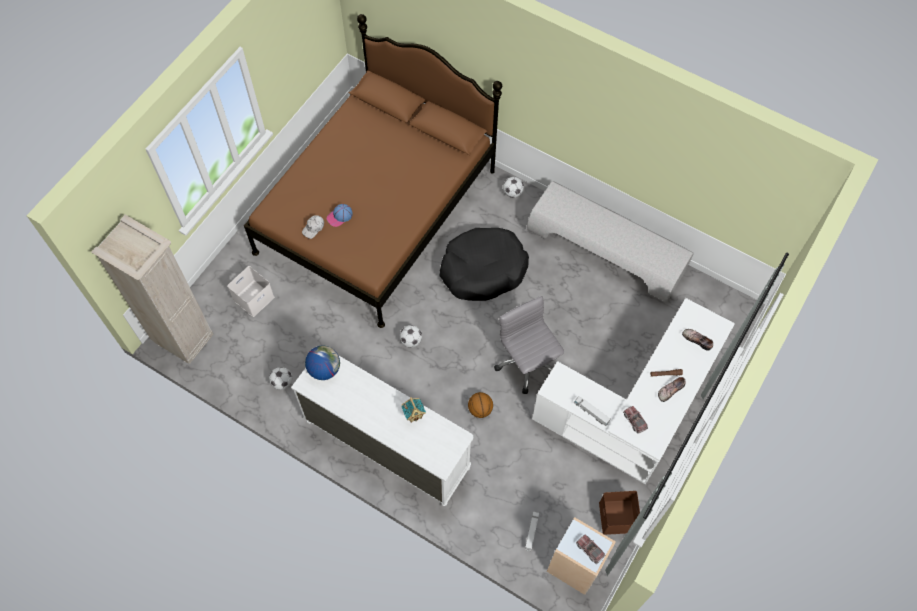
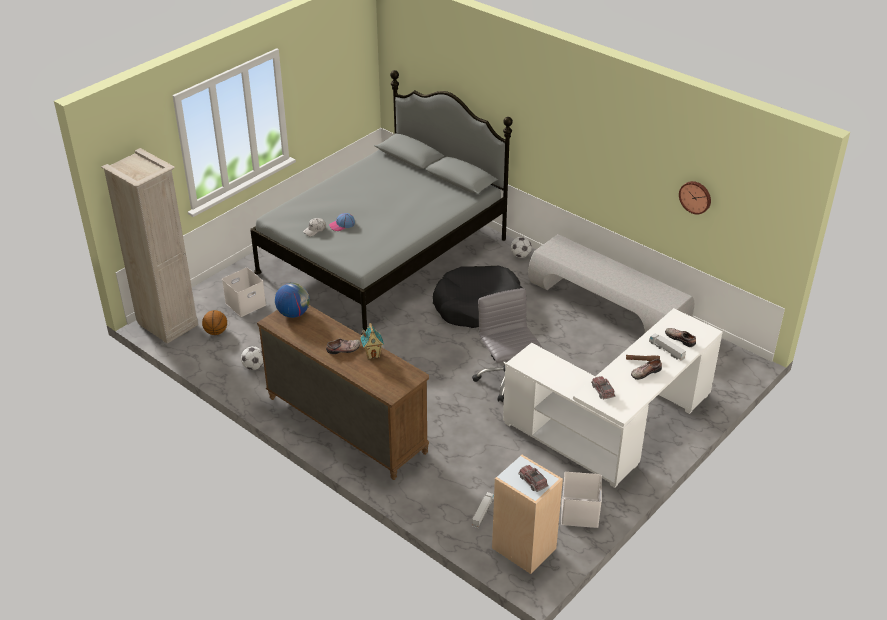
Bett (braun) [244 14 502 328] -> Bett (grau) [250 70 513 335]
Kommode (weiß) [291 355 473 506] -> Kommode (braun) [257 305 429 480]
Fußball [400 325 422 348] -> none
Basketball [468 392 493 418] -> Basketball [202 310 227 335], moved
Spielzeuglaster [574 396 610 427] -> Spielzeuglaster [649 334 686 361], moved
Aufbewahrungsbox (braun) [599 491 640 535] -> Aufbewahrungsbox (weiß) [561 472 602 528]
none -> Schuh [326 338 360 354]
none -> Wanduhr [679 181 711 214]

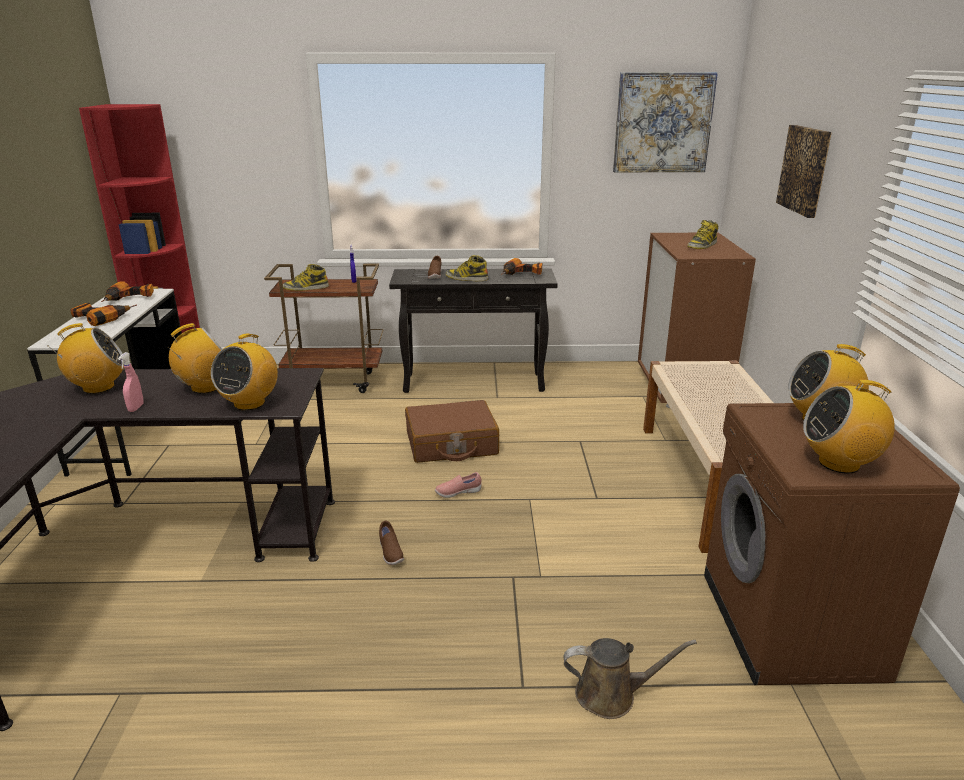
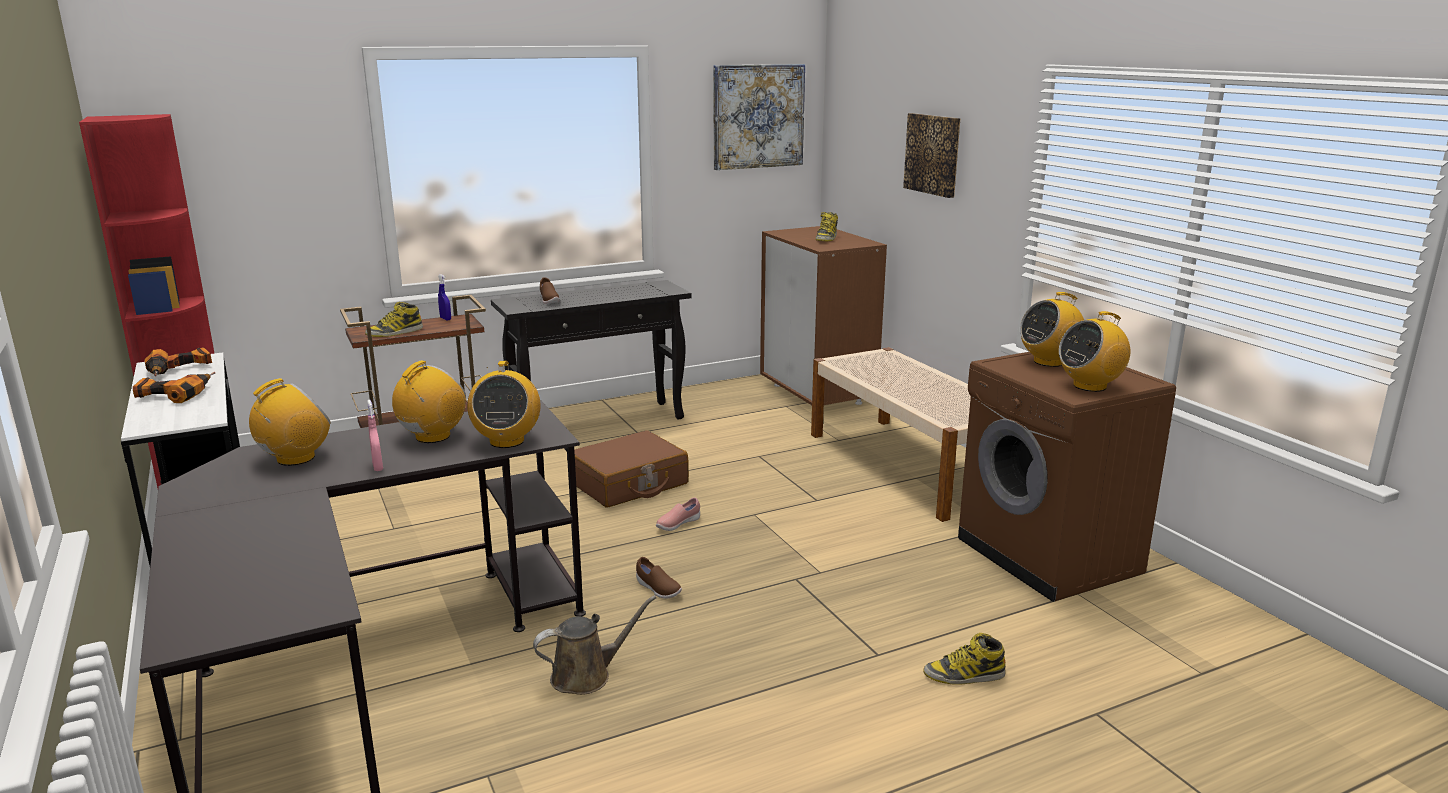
Stiefel [446 255 488 281] -> Stiefel [924 633 1005 685], moved
Bohrmaschine [501 258 542 275] -> none
Gießkanne (braun) [564 638 697 719] -> Gießkanne (braun) [533 595 656 695], moved

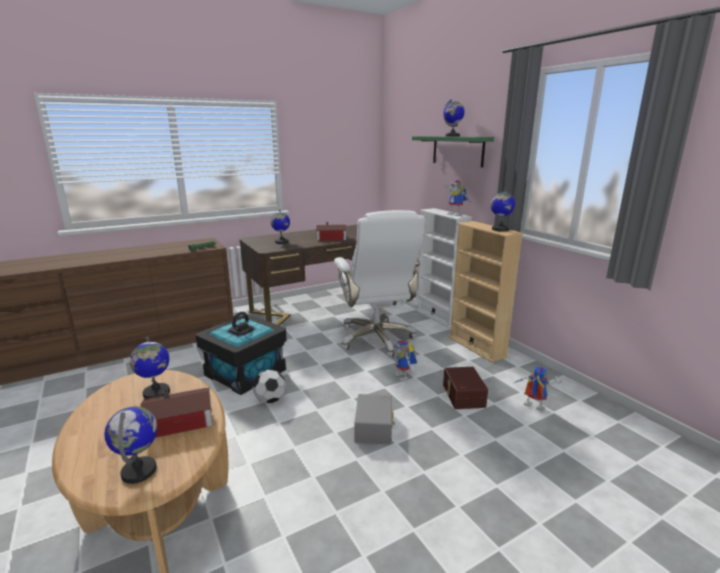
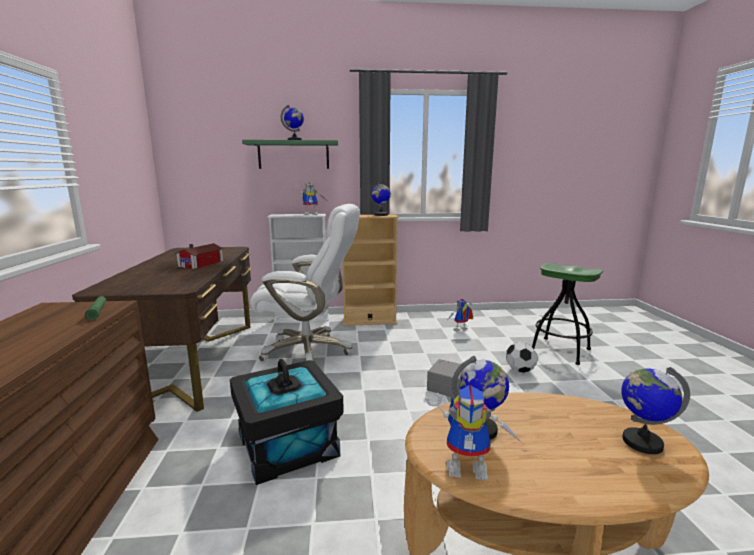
Spielzeughaus [140 387 212 438] -> none
Fußball [253 370 286 403] -> Fußball [506 342 538 373], moved
Globus [271 209 290 244] -> none
Spielzeugroboter [395 338 417 381] -> Spielzeugroboter [425 385 521 480], moved
Aufbewahrungsbox (braun) [443 367 488 409] -> none
none -> Hocker (grün) [532 263 603 365]

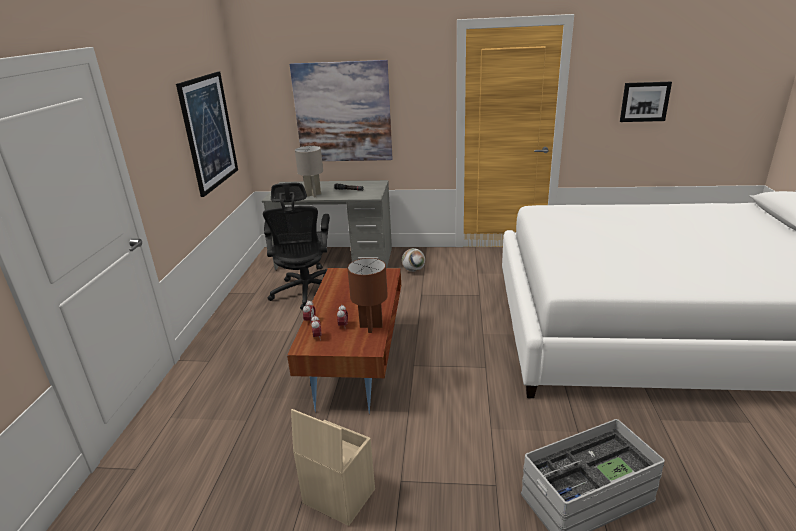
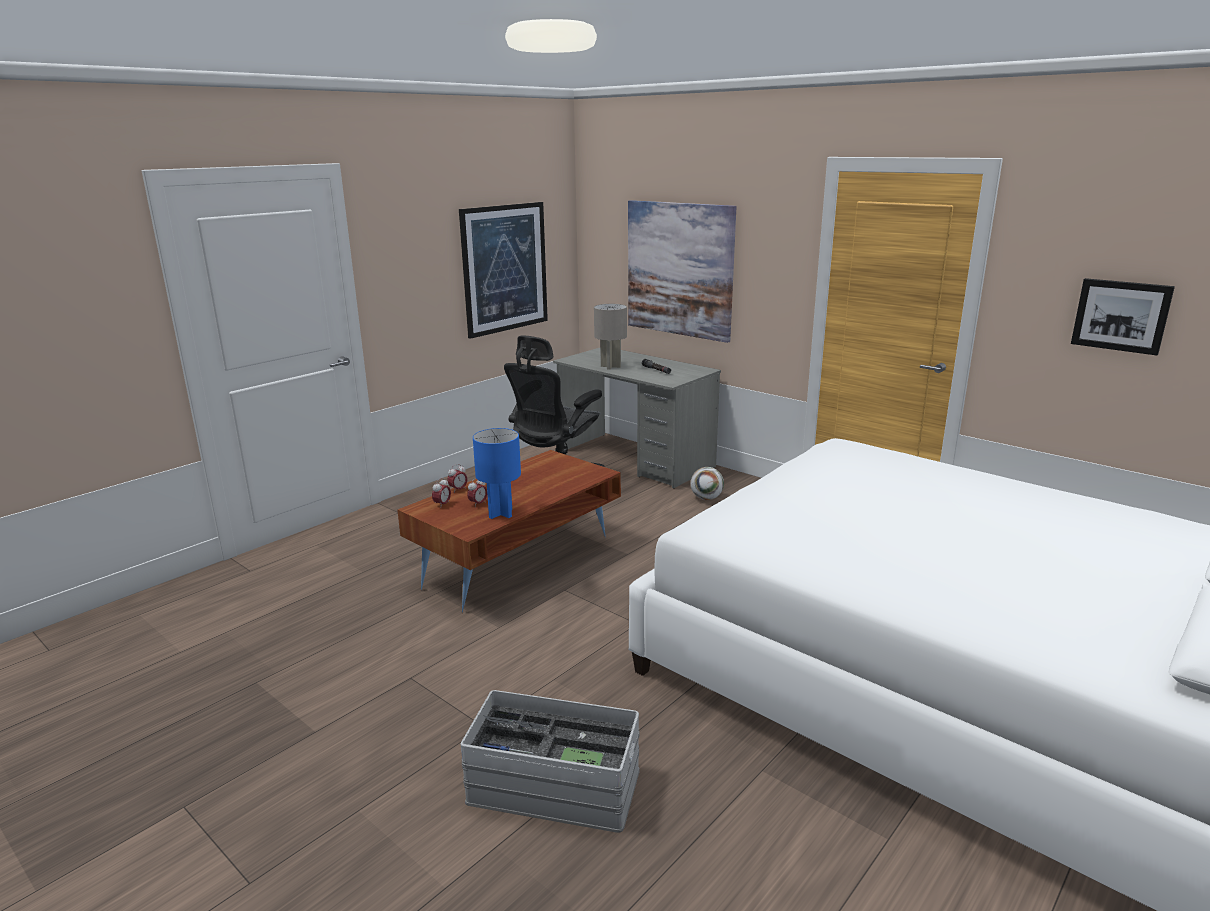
Aufbewahrungsbox (beige) [291 409 375 526] -> none
Tischlampe (braun) [347 258 388 333] -> Tischlampe (blau) [473 428 521 519]

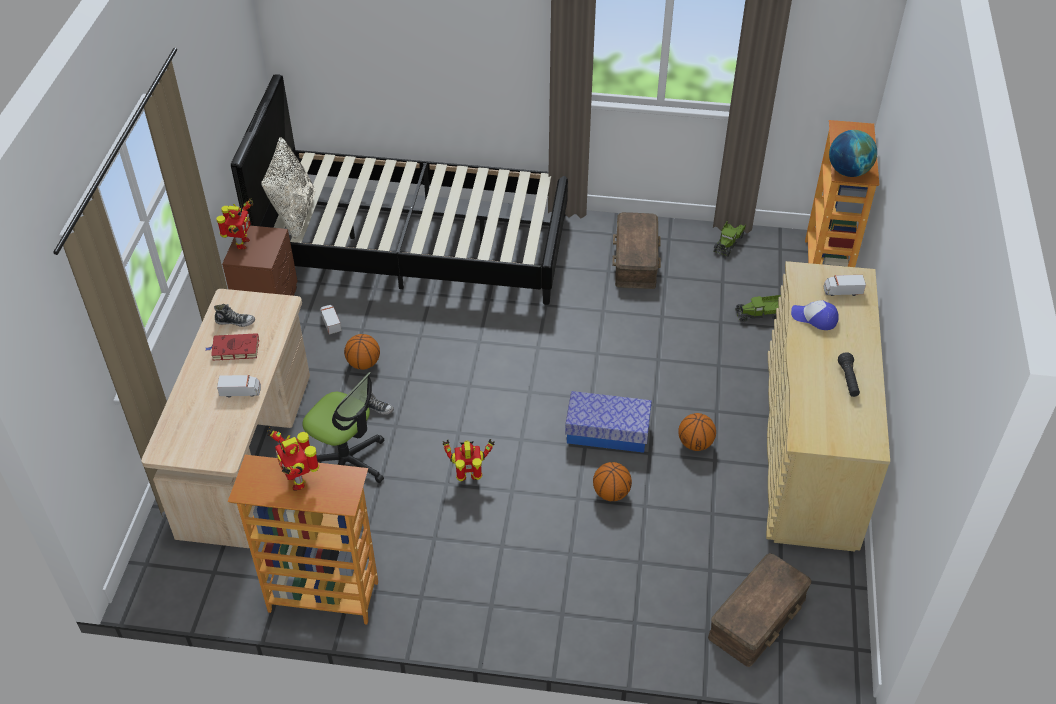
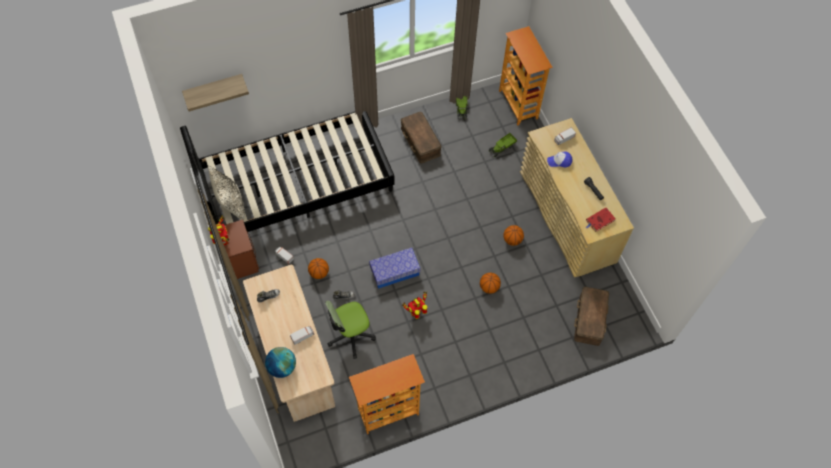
Buch (rot) [205 333 259 360] -> Buch (rot) [586 208 616 232], moved
Spielzeugroboter [267 427 319 490] -> none
Bürostuhl [303 372 384 483] -> Bürostuhl [325 301 376 359], 150 degrees clockwise
Aufbewahrungsbox [565 391 652 453] -> Aufbewahrungsbox [369 248 421 289], moved
Globus [829 130 877 177] -> Globus [265 347 296 378], moved
none -> Wandregal [182 74 249 111]

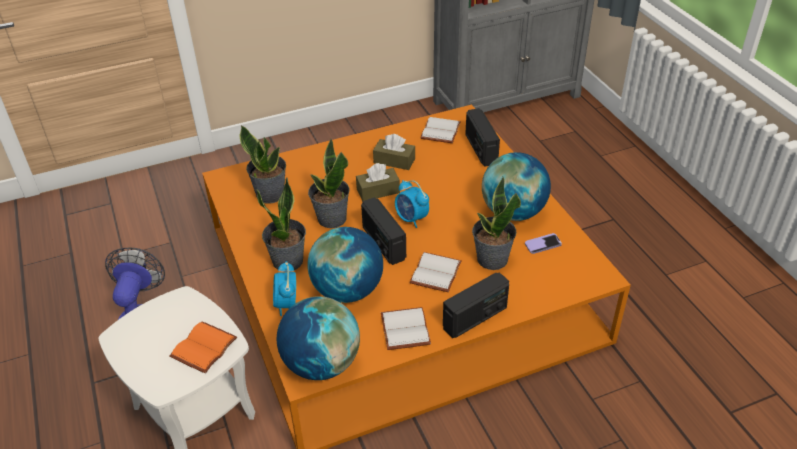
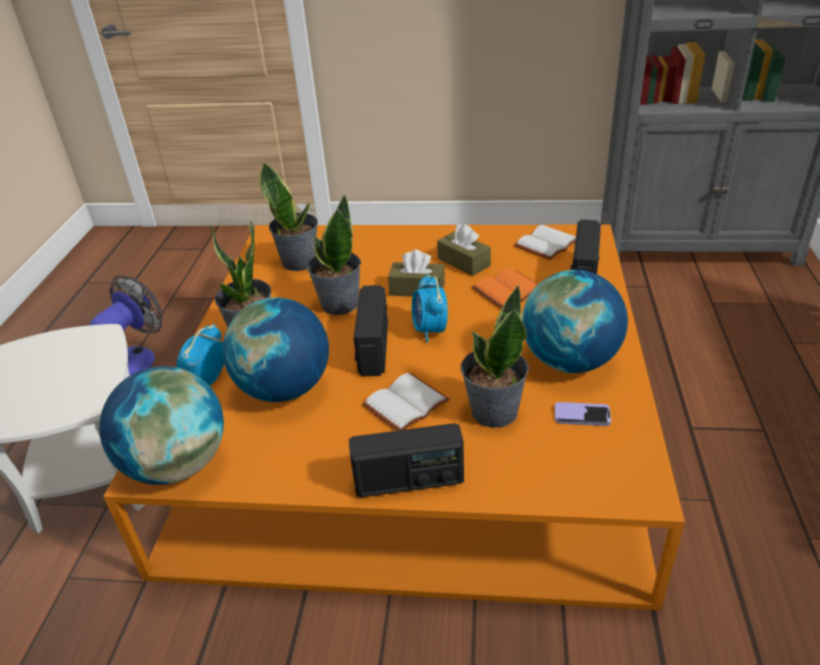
Buch (orange) [170 321 237 373] -> Buch (orange) [472 268 538 309], moved
Buch (weiß) [381 307 431 350] -> none

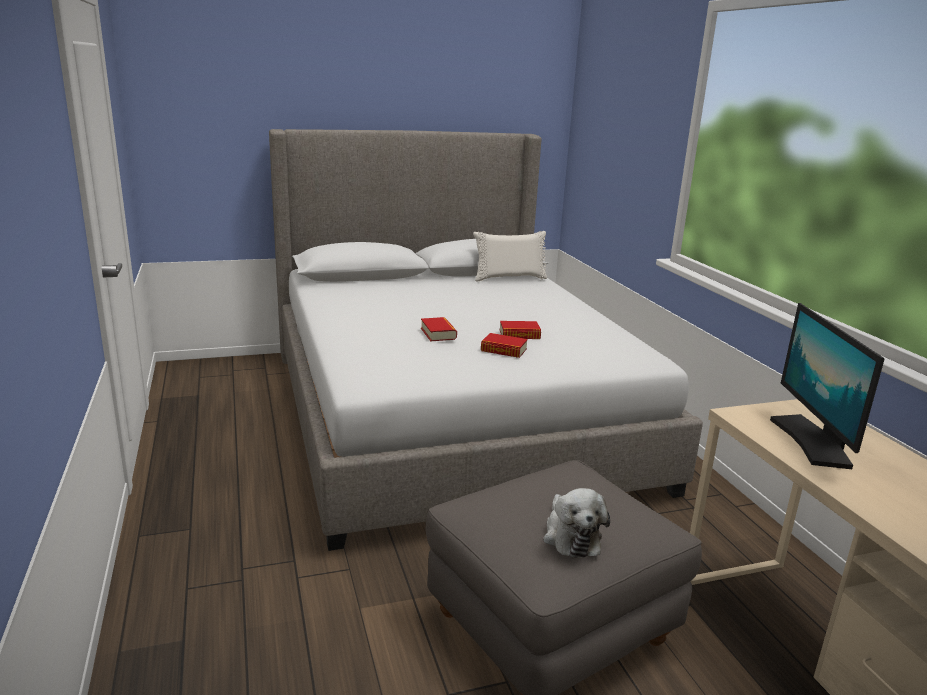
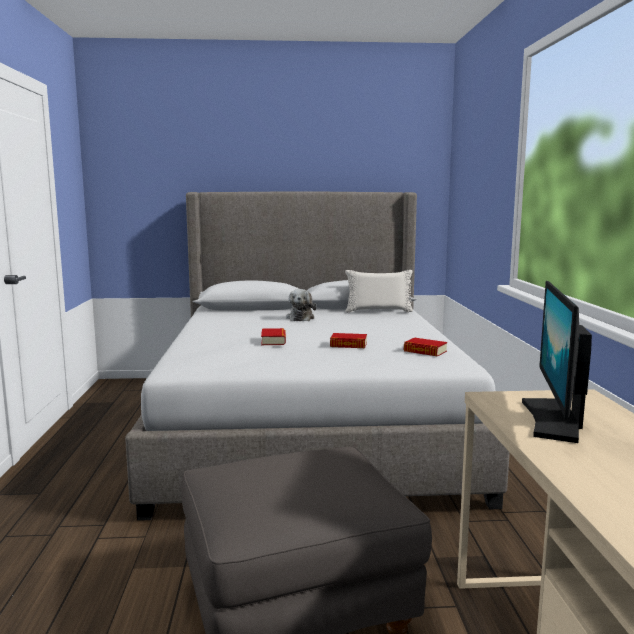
Buch [481 333 528 358] -> Buch [404 338 447 357], moved
Plüschtier [543 488 610 558] -> Plüschtier [286 289 317 321], moved

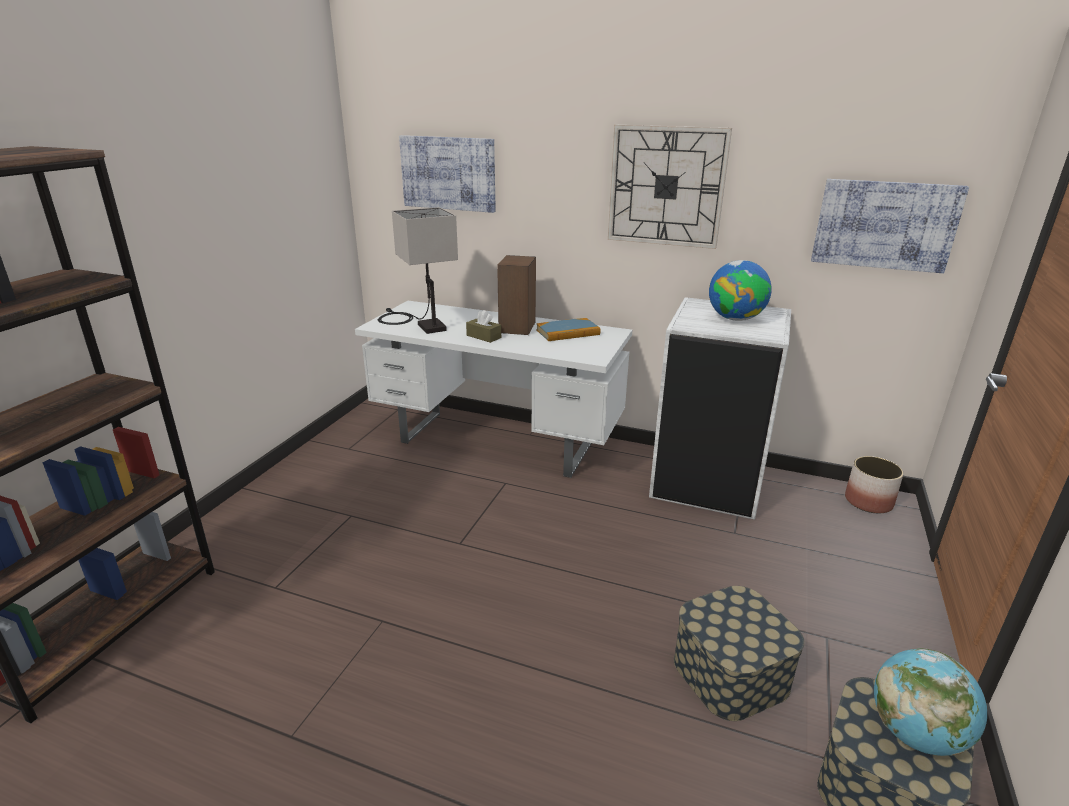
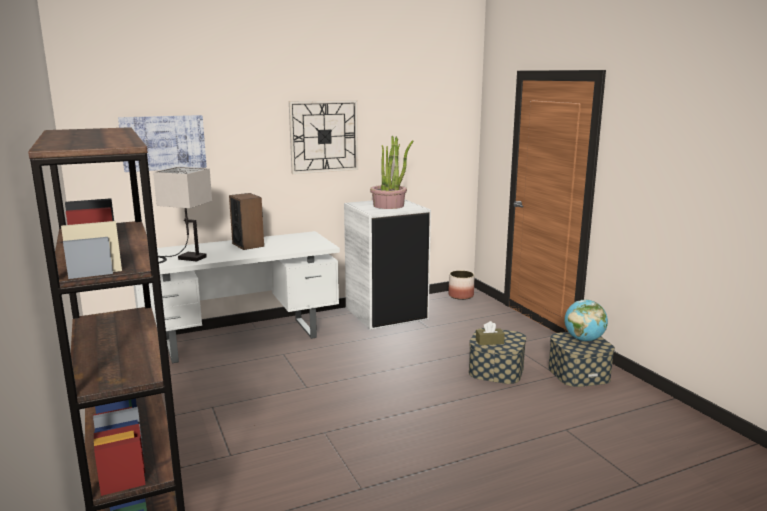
Taschentuchbox (braun) [466 310 501 343] -> Taschentuchbox (braun) [476 321 505 345], moved
Buch [536 318 600 341] -> none
Globus [709 260 772 321] -> Topfpflanze [370 136 413 209]
Bild [811 179 969 273] -> none

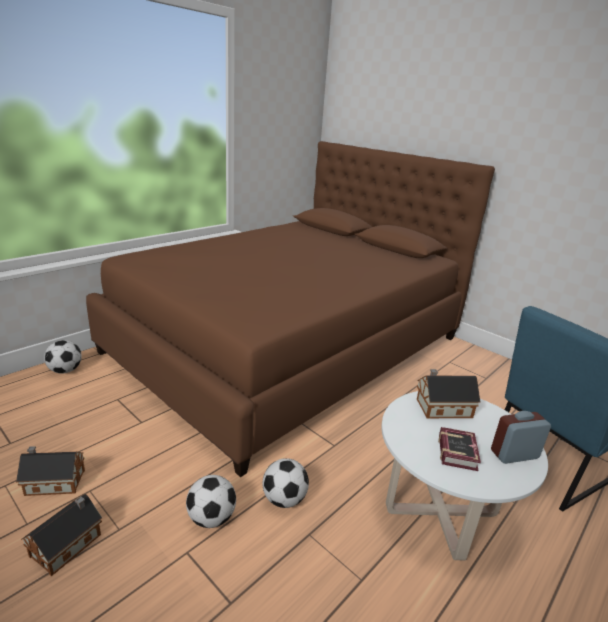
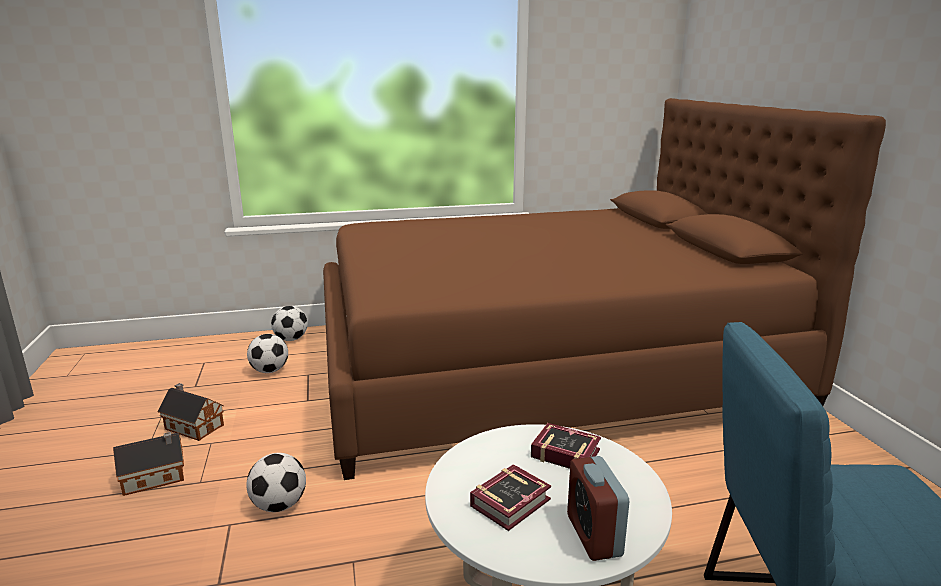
Fußball [263 458 309 508] -> Fußball [247 334 288 373], moved
Spielzeughaus [417 369 480 418] -> Buch [531 423 601 469]
Wecker [491 411 551 464] -> Wecker [567 456 629 561], 120 degrees counterclockwise

